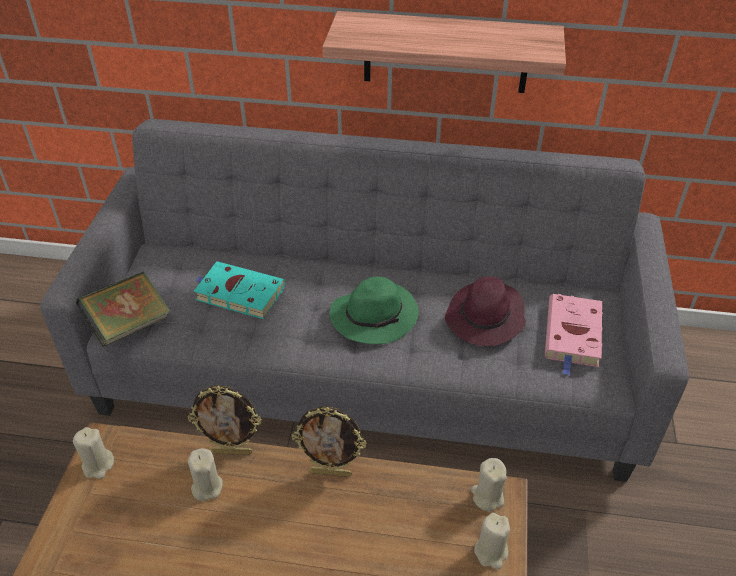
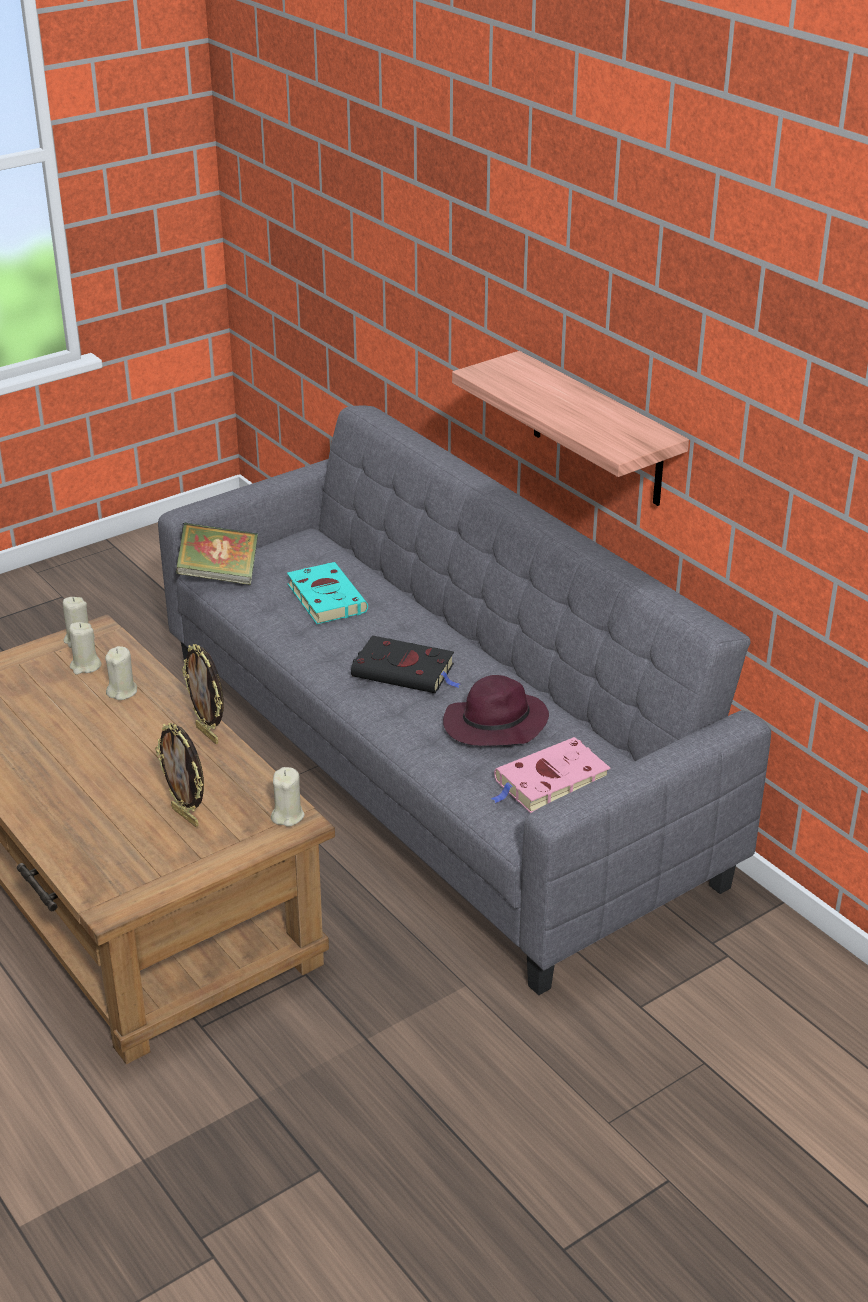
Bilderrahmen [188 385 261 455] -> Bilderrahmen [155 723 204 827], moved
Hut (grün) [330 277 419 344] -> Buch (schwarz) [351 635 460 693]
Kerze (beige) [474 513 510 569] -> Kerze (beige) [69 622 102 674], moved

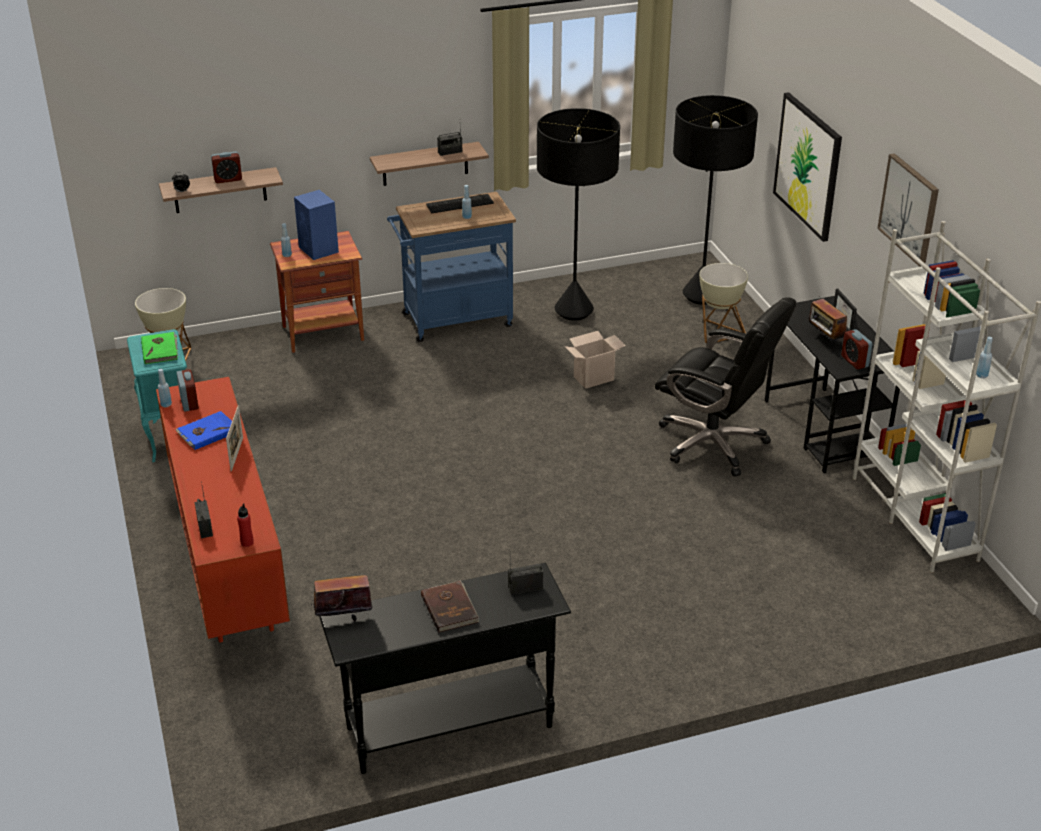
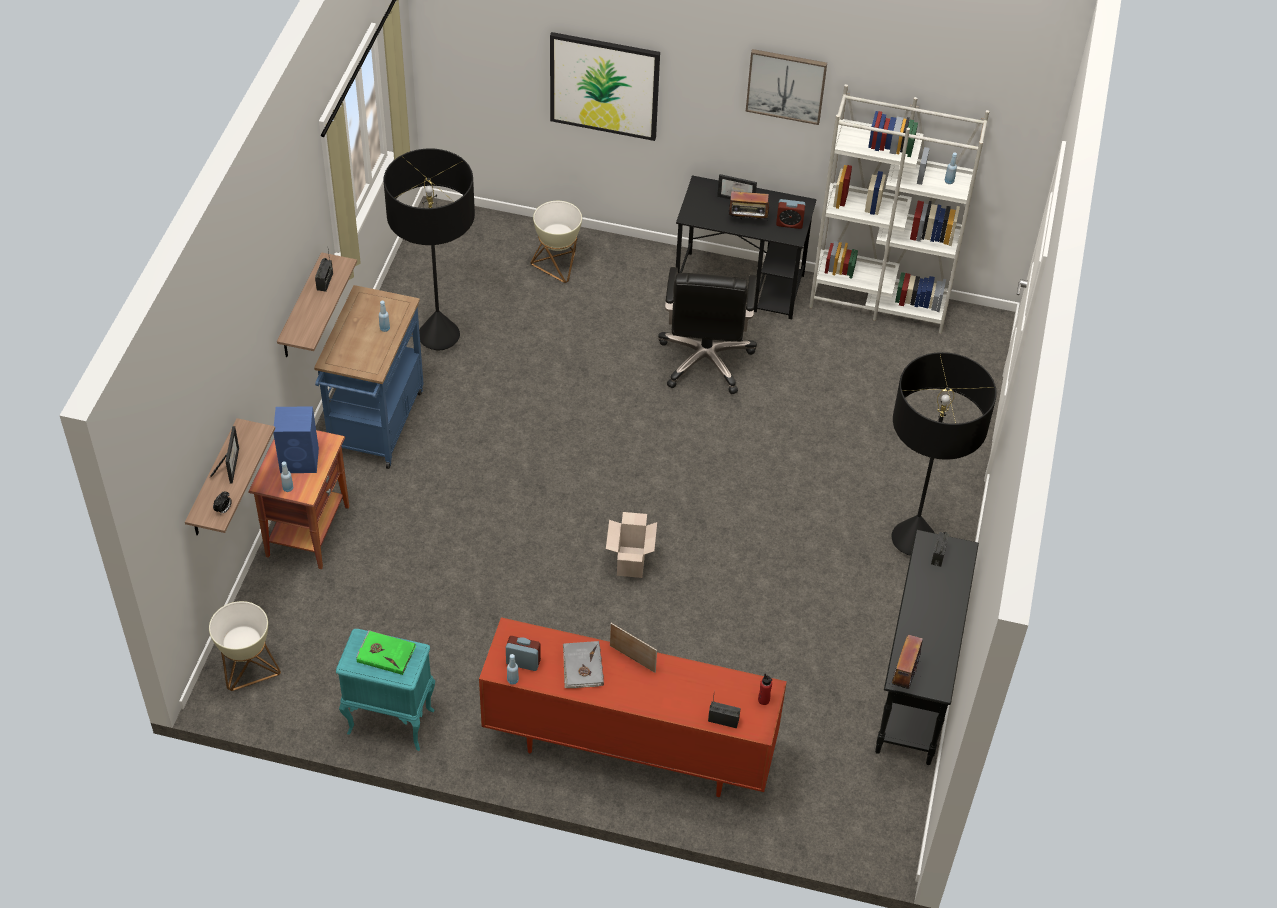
Buch (blau) [176 411 232 450] -> Buch (grau) [563 641 604 688]
Wecker [211 151 242 183] -> Bilderrahmen [210 426 239 483]
Buch (braun) [421 580 479 633] -> none
Tastatur [426 194 494 213] -> none
Karton [565 331 626 389] -> Karton [606 512 657 578], moved
Bürostuhl (schwarz) [655 297 796 477] -> Bürostuhl (schwarz) [658 267 757 394], 120 degrees clockwise
Stehlampe (schwarz) [673 95 758 305] -> Stehlampe (schwarz) [892 352 997 556], moved

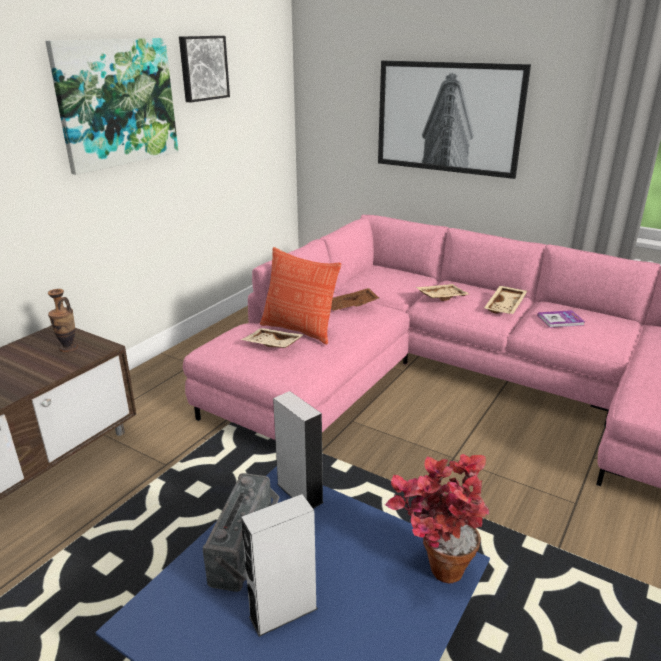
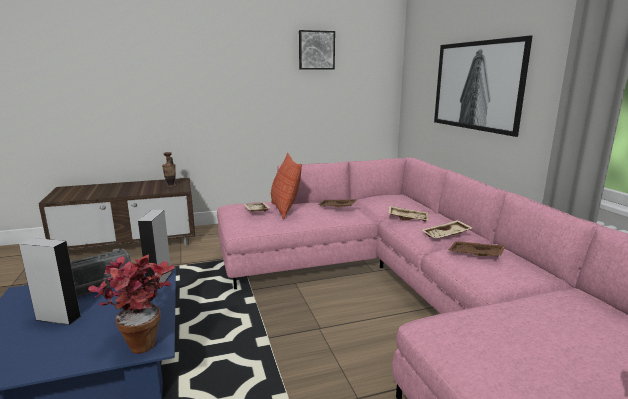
Bild [45 38 178 175] -> none
Buch [537 310 585 328] -> Tablett (braun) [448 241 506 256]

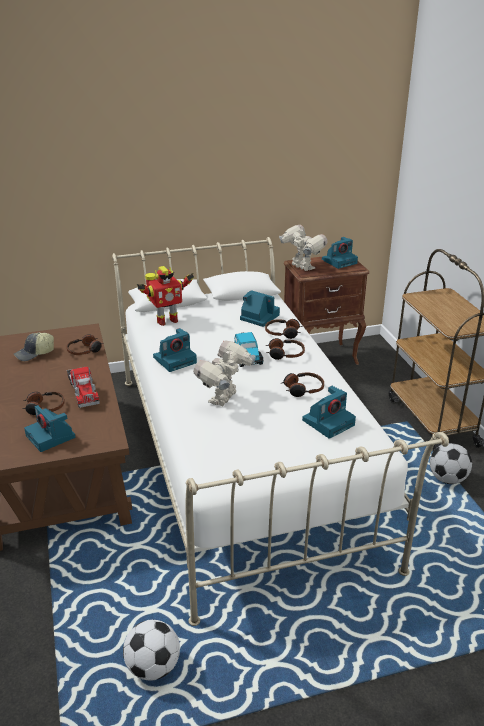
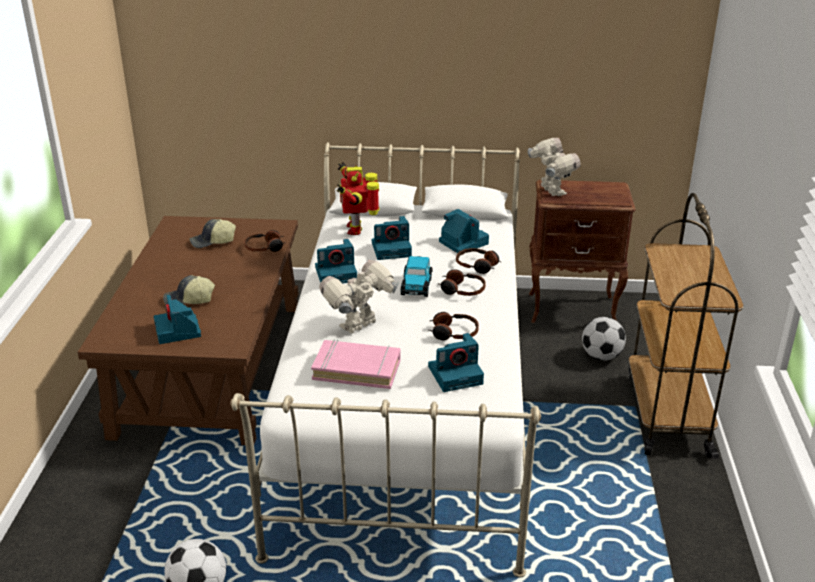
Kopfhörer [23 392 65 415] -> Kappe [163 275 215 304]
Spielzeuglaster [67 367 99 408] -> none
Spielzeugroboter [137 266 194 326] -> Spielzeugroboter [337 162 379 235], 90 degrees clockwise
Kamera [322 237 358 269] -> Kamera [372 216 412 260], moved
Fußball [430 443 472 484] -> Fußball [582 317 626 361], moved
none -> Buch (rosa) [311 339 400 389]

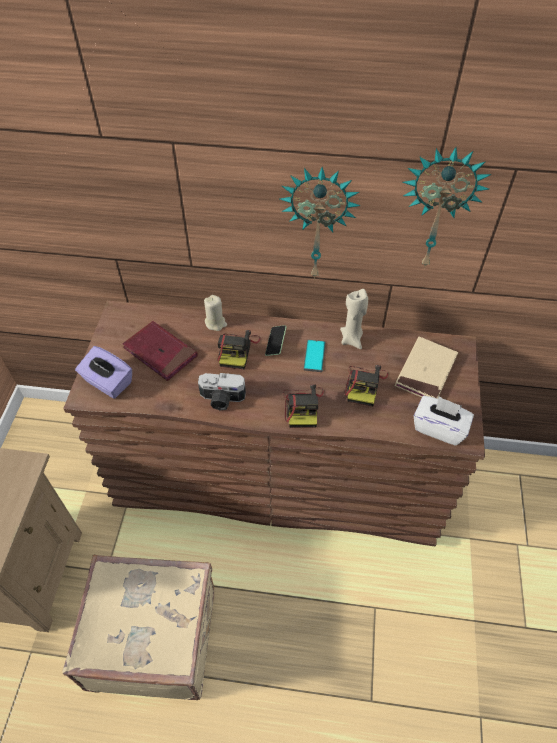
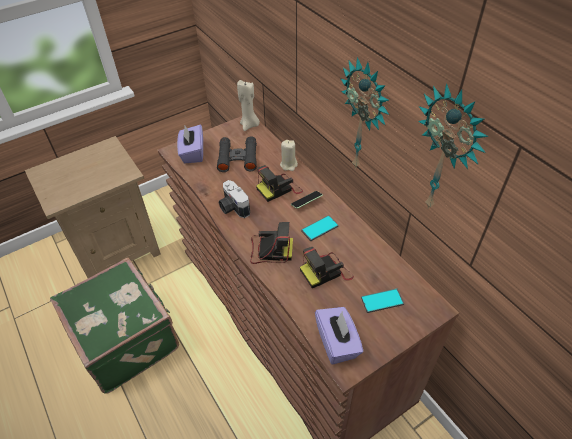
Koffer (beige) [62 555 214 700] -> Koffer (grün) [50 257 179 394]
Buch (rot) [122 321 198 381] -> Fernglas (schwarz) [217 136 257 172]
Kamera [283 384 324 428] -> Kamera [250 222 293 264], 135 degrees counterclockwise
Kerze (beige) [340 289 368 349] -> Kerze (beige) [237 80 260 131], moved
Buch (beige) [395 337 458 399] -> Handy [361 289 404 313]
Taschentuchbox (weiß) [414 396 474 446] -> Taschentuchbox (lila) [315 307 363 364]

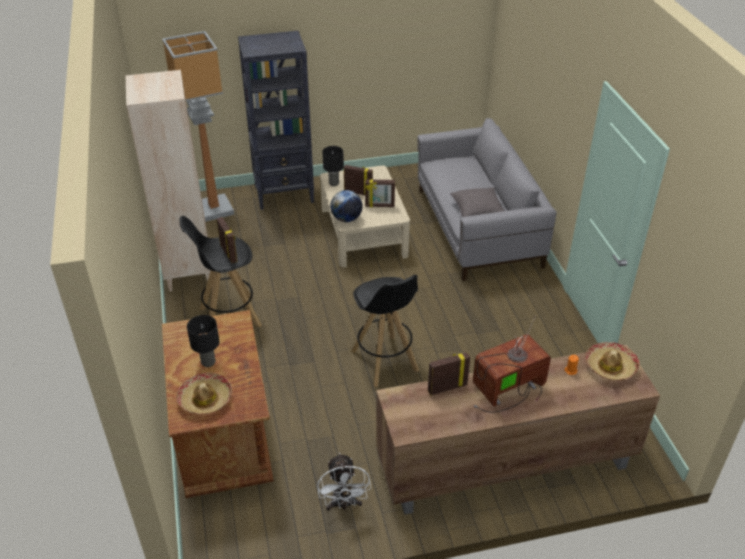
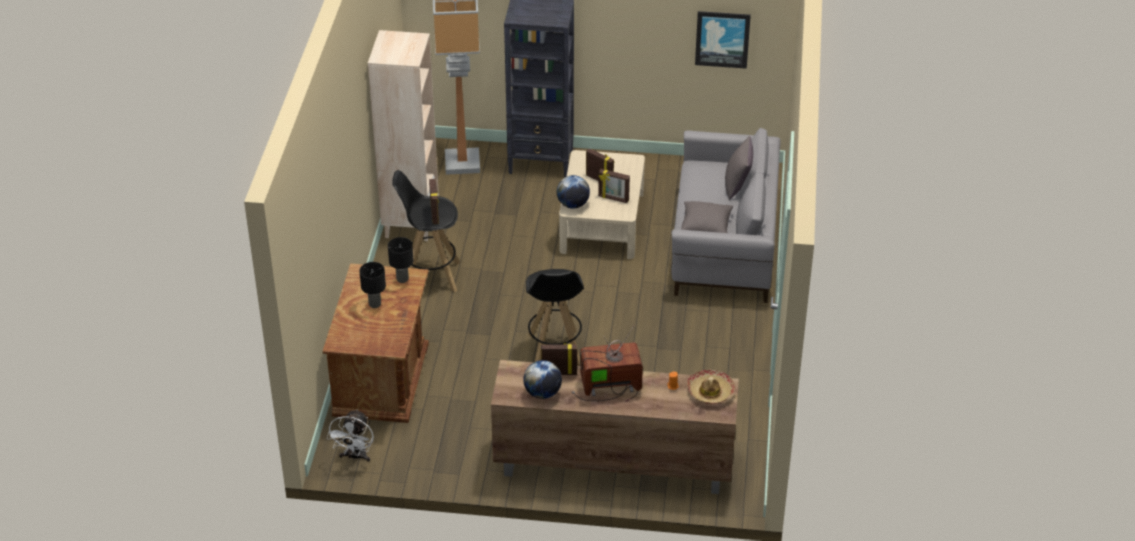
Hut [176 373 232 414] -> none
Ventilator (weiß) [317 453 371 511] -> Ventilator (weiß) [327 409 374 462], moved
Tischlampe (schwarz) [322 146 344 186] -> Tischlampe (schwarz) [388 237 414 283], moved
none -> Globus [523 360 562 399]
none -> Bild [695 11 751 69]
none -> Kissen (grau) [725 136 753 200]

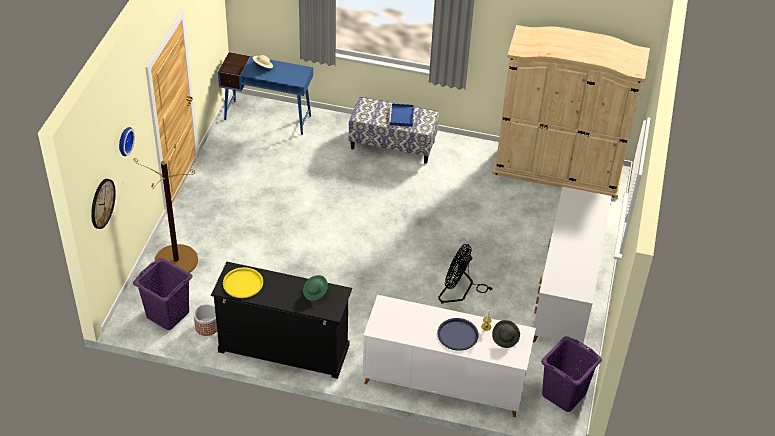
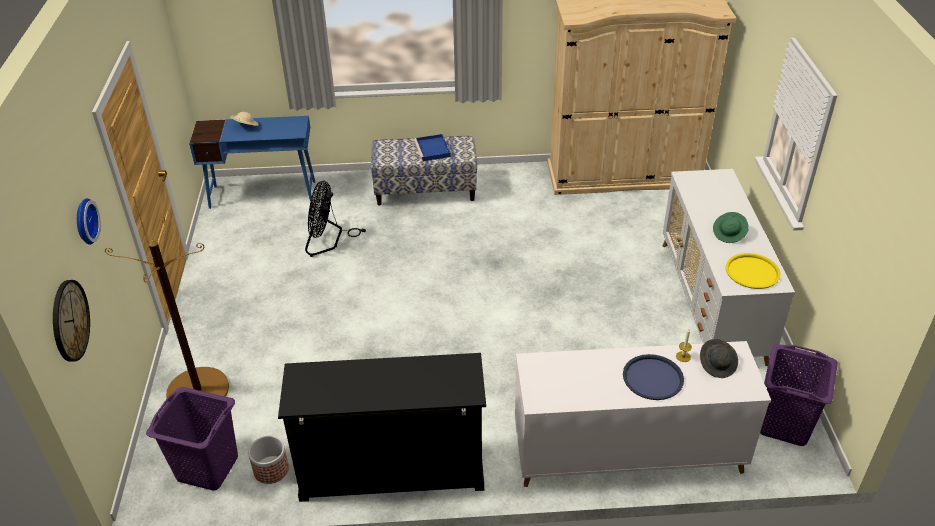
Tablett (gelb) [223 267 263 298] -> Tablett (gelb) [726 253 781 289], moved
Hut (grün) [303 275 328 301] -> Hut (grün) [713 212 749 243], moved
Ventilator (schwarz) [438 244 492 304] -> Ventilator (schwarz) [305 180 366 257], moved

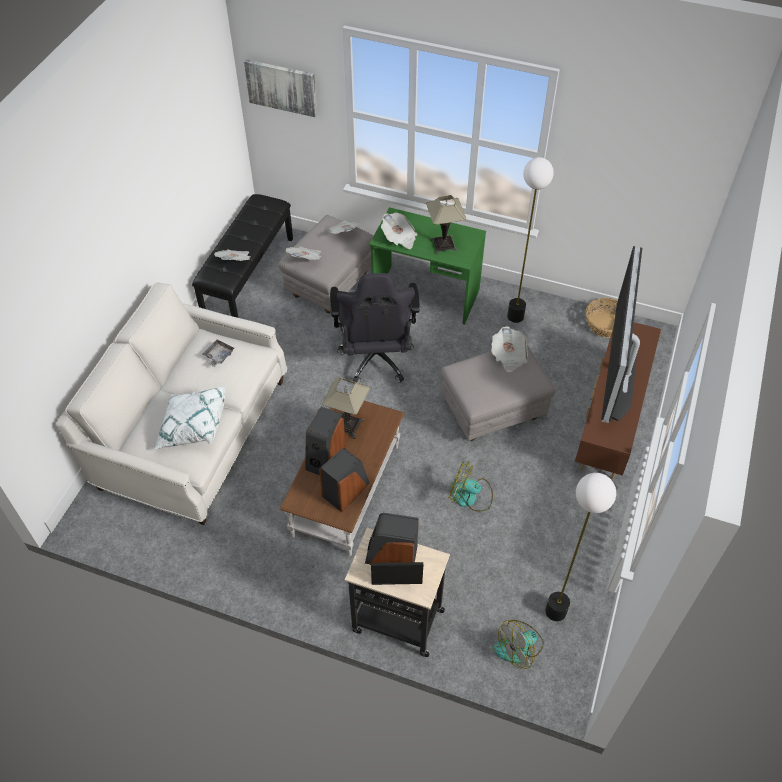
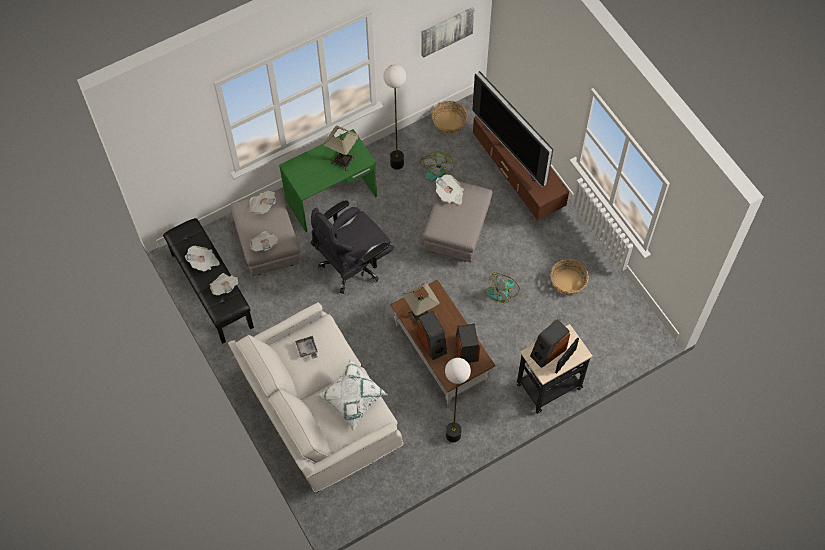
Bild [244 59 317 117] -> Bild [421 7 474 58], moved
Bürostuhl (schwarz) [330 273 419 384] -> Bürostuhl (schwarz) [311 200 394 294], 105 degrees clockwise
Zeitung [381 213 417 249] -> Zeitung [185 245 220 272], moved
Ventilator [494 620 544 669] -> Ventilator [420 151 454 181], moved
Stehlampe [545 473 616 621] -> Stehlampe [445 358 471 442], moved
none -> Korb [550 259 589 295]

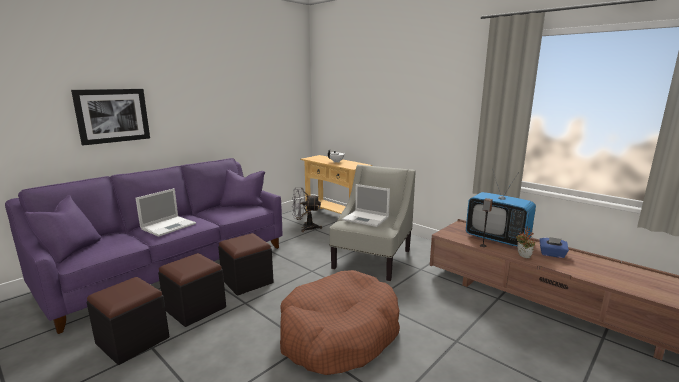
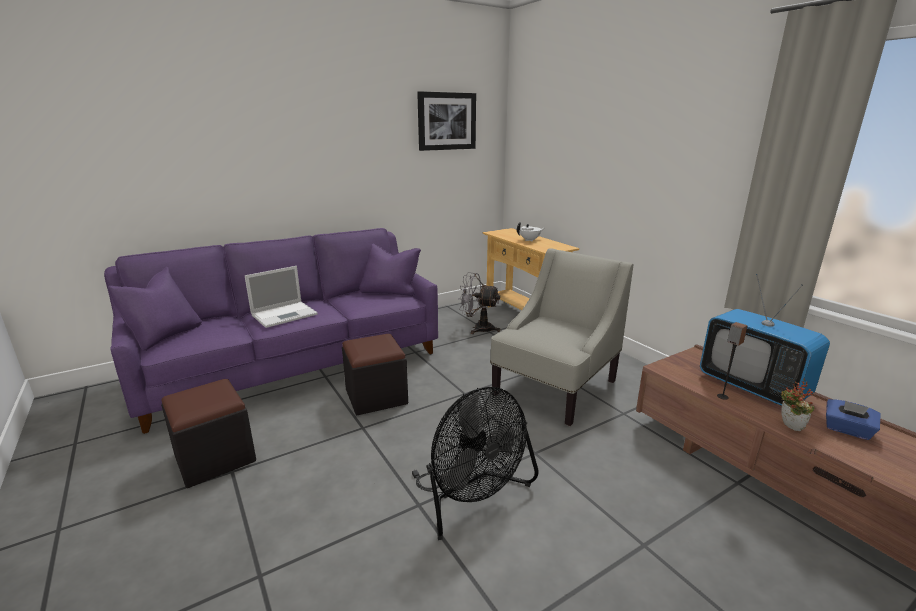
Bild [71 89 150 145] -> Bild [417 91 476 151], moved
Polsterhocker (schwarz) [158 253 226 327] -> none
Hundebett (braun) [280 270 400 375] -> Ventilator (schwarz) [412 387 539 540]
Laptop [342 184 390 227] -> none

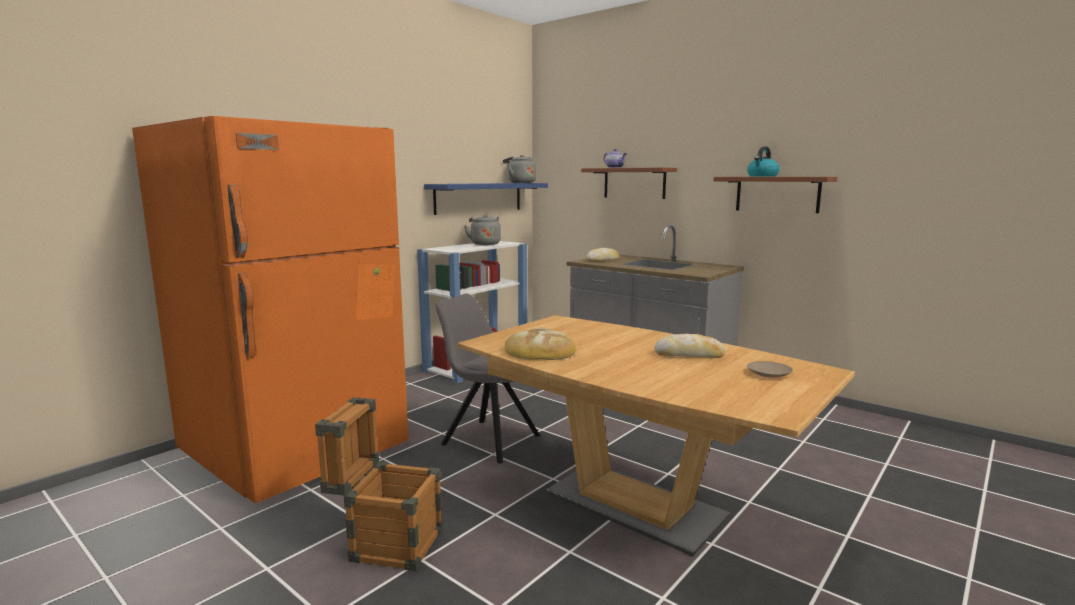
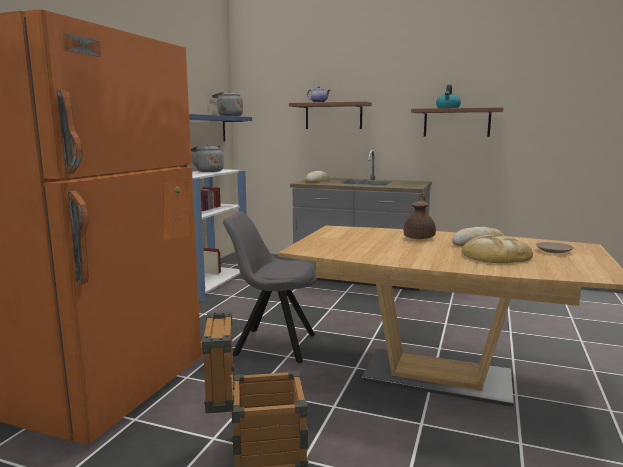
Brot [505 328 576 360] -> Brot [462 235 533 263], moved
none -> Teekanne (braun) [404 192 436 239]

